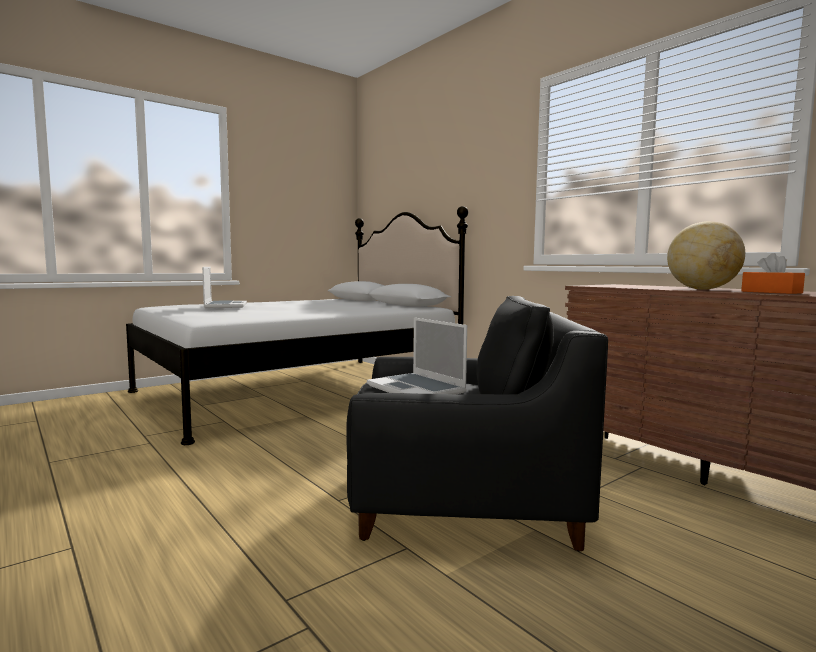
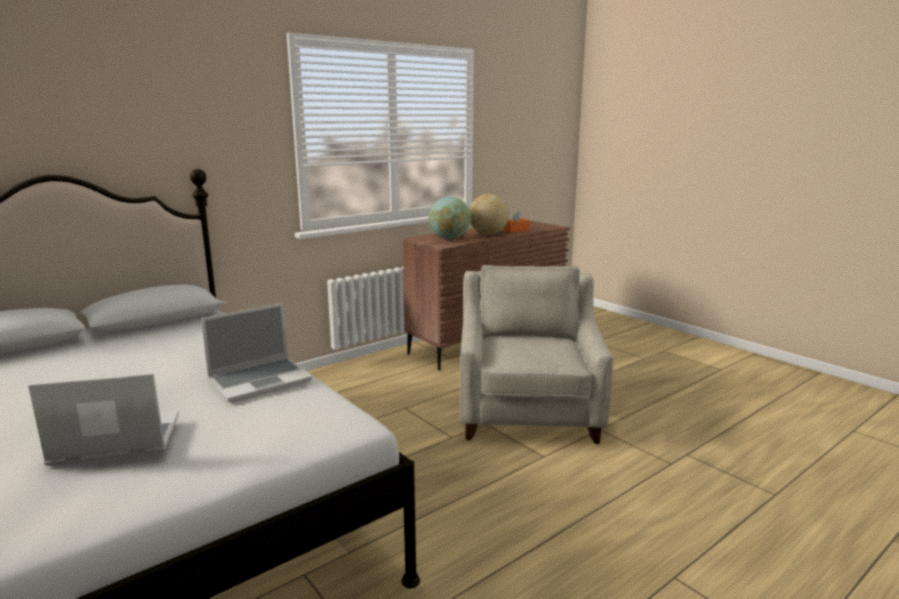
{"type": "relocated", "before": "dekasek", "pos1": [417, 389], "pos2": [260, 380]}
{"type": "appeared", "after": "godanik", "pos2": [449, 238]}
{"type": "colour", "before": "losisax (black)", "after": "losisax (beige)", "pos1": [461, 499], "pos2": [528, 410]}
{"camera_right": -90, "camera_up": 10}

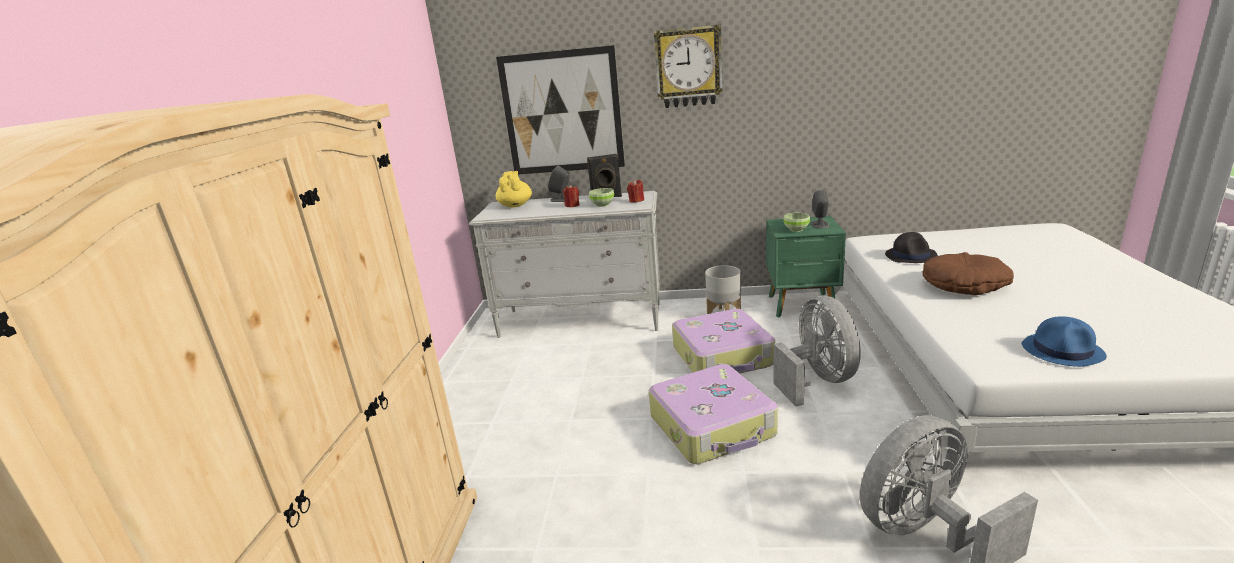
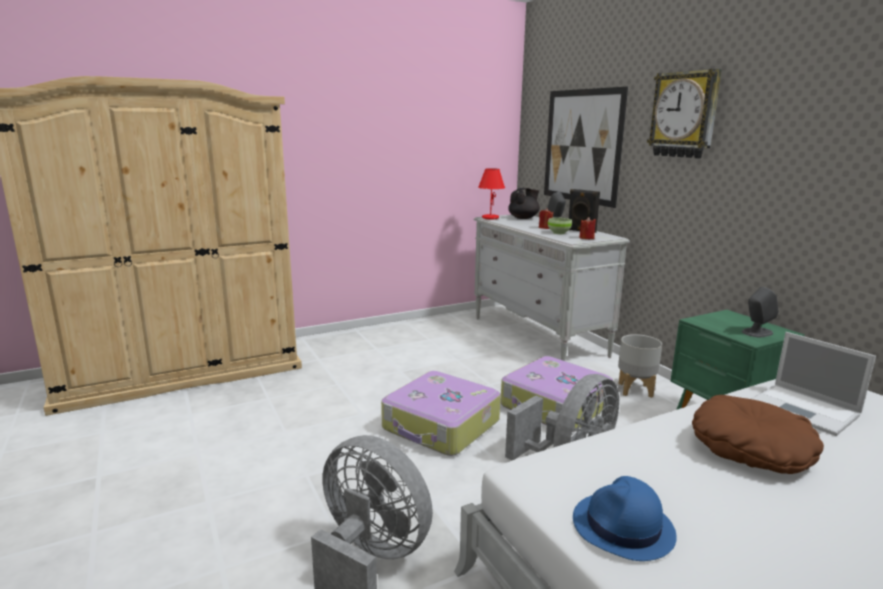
{"type": "appeared", "after": "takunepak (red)", "pos2": [490, 218]}
{"type": "colour", "before": "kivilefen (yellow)", "after": "kivilefen (black)", "pos1": [515, 205], "pos2": [523, 218]}
{"type": "exchanged", "before": "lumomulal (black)", "after": "dekasek", "pos1": [911, 256], "pos2": [805, 410]}
{"type": "missing", "before": "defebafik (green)", "pos1": [796, 230]}
{"camera_right": 55, "camera_up": -5}

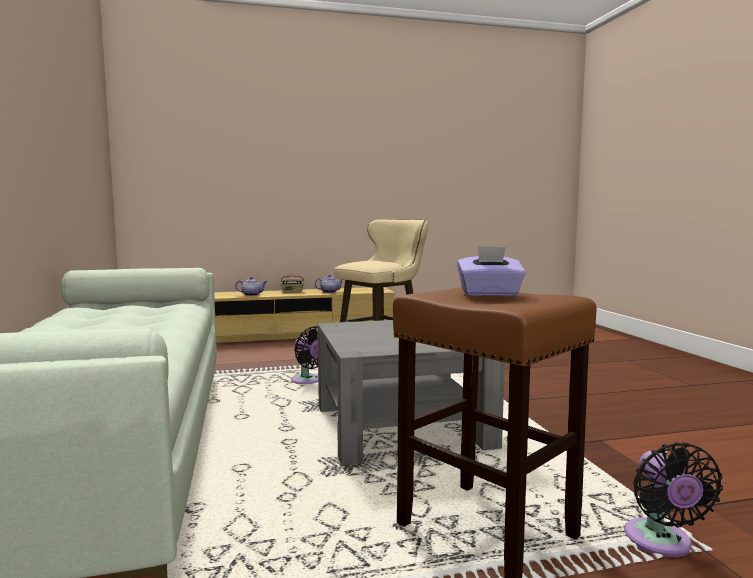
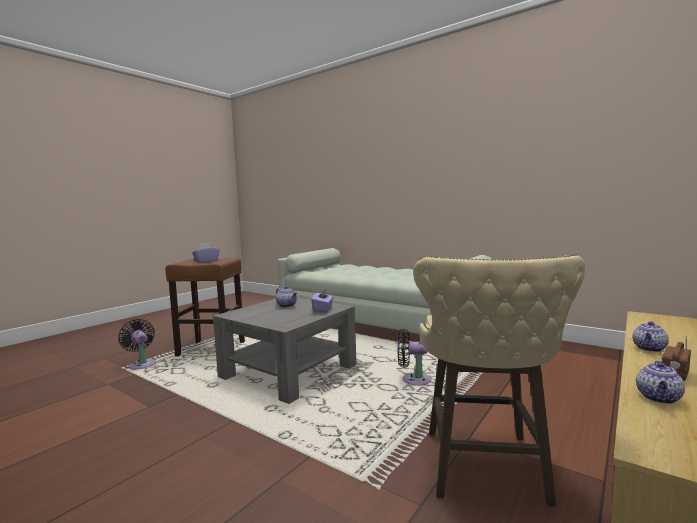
{"type": "appeared", "after": "kivilefen", "pos2": [287, 305]}
{"type": "appeared", "after": "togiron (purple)", "pos2": [323, 310]}
{"camera_right": 140, "camera_up": 0}

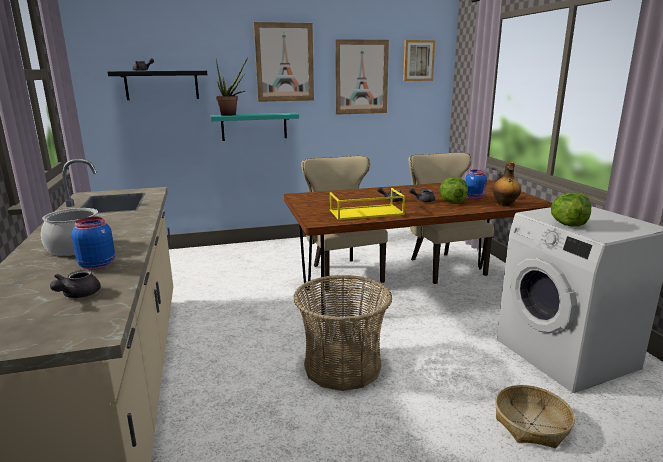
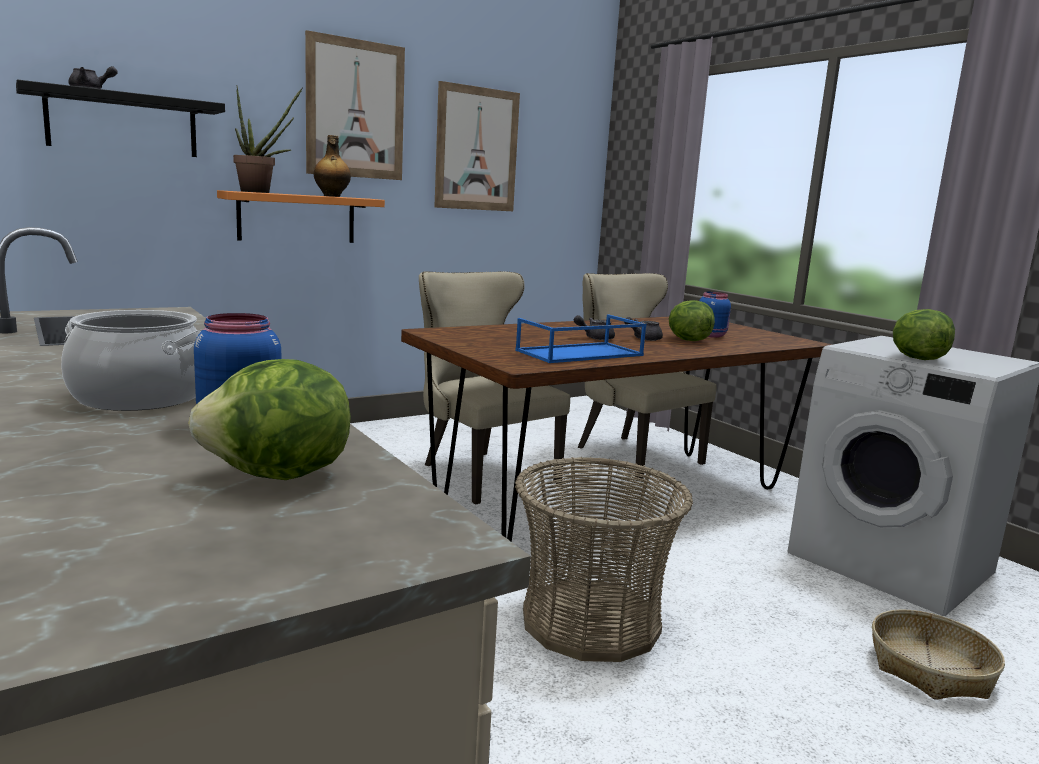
{"type": "exchanged", "before": "kivilefen (grey)", "after": "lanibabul", "pos1": [77, 295], "pos2": [279, 476]}
{"type": "colour", "before": "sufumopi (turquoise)", "after": "sufumopi (orange)", "pos1": [254, 126], "pos2": [297, 218]}
{"type": "relocated", "before": "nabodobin", "pos1": [504, 205], "pos2": [331, 196]}
{"type": "colour", "before": "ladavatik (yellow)", "after": "ladavatik (blue)", "pos1": [365, 212], "pos2": [579, 353]}
{"type": "missing", "before": "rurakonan", "pos1": [418, 60]}
{"camera_right": -20, "camera_up": -5}

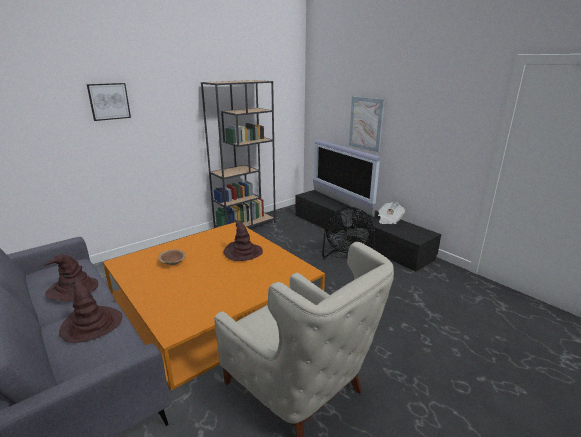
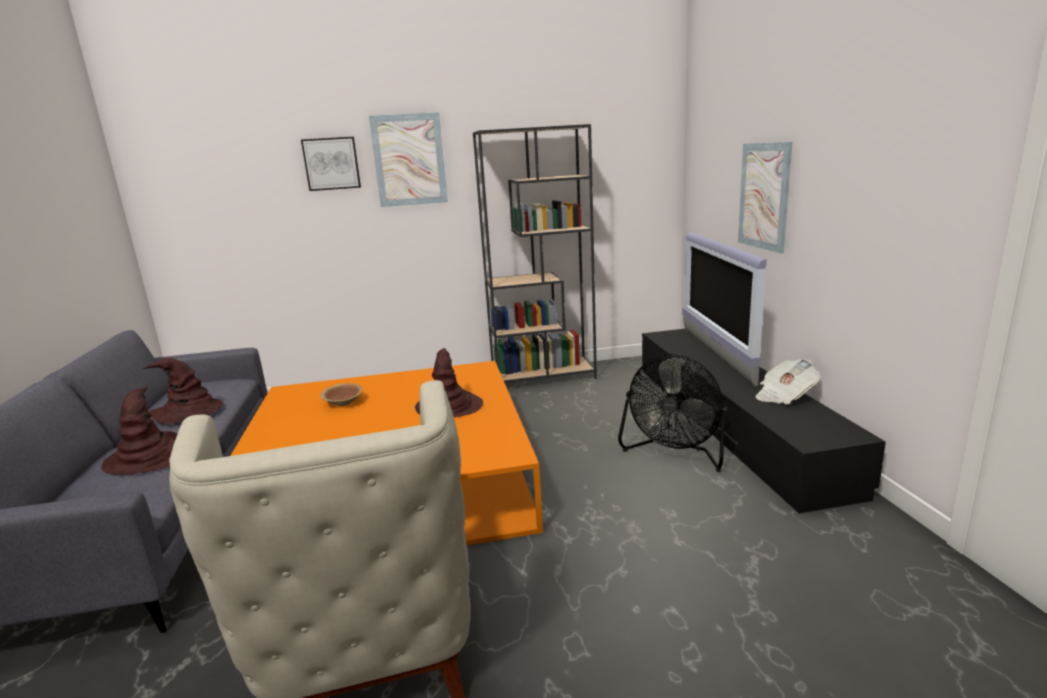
{"type": "appeared", "after": "rurakonan", "pos2": [409, 160]}
{"camera_right": 30, "camera_up": -5}

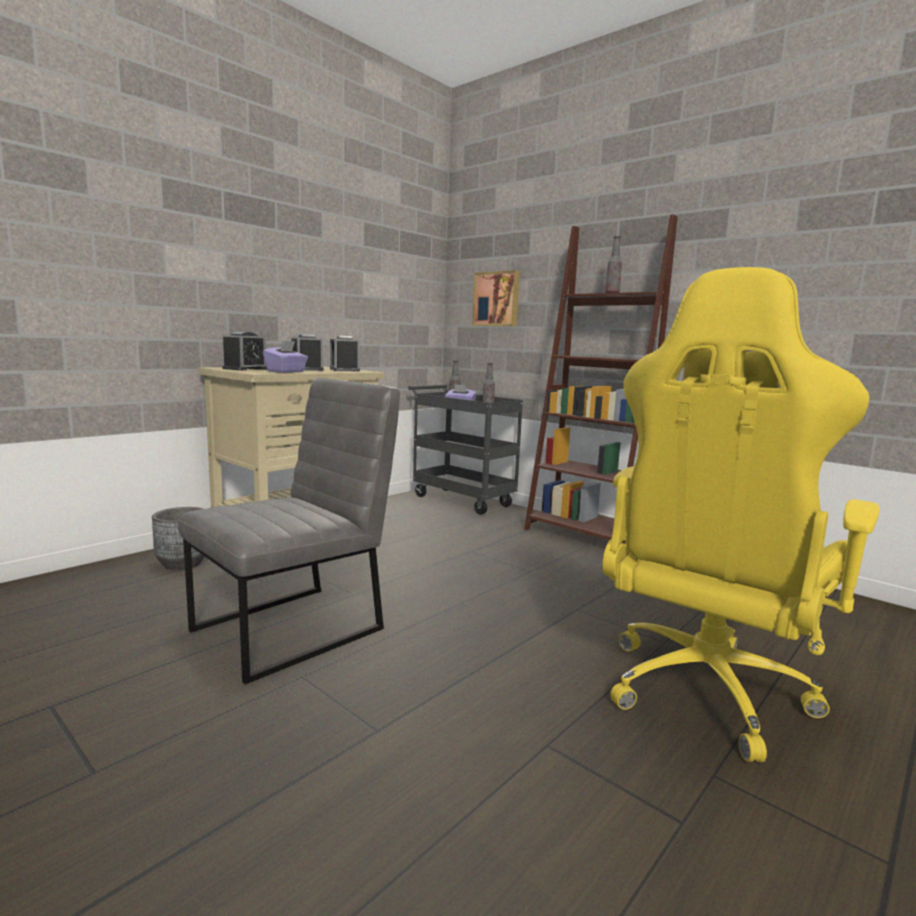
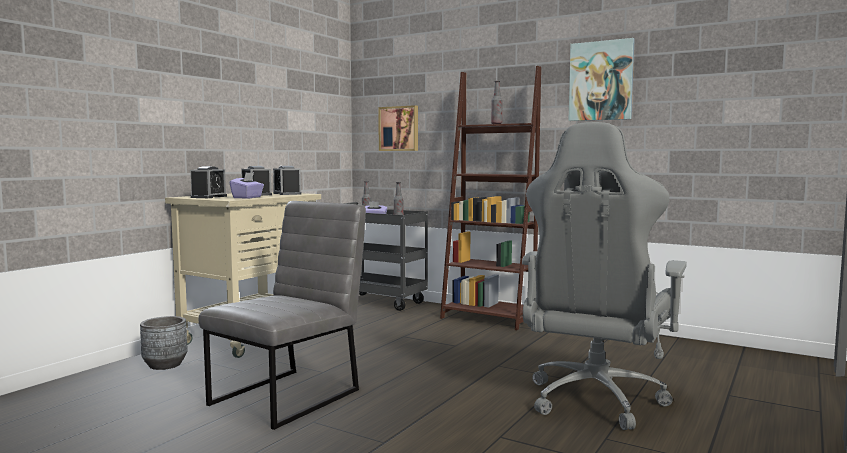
{"type": "colour", "before": "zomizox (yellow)", "after": "zomizox (grey)", "pos1": [707, 685], "pos2": [596, 397]}
{"type": "appeared", "after": "rurakonan", "pos2": [601, 81]}
{"camera_right": -10, "camera_up": -5}

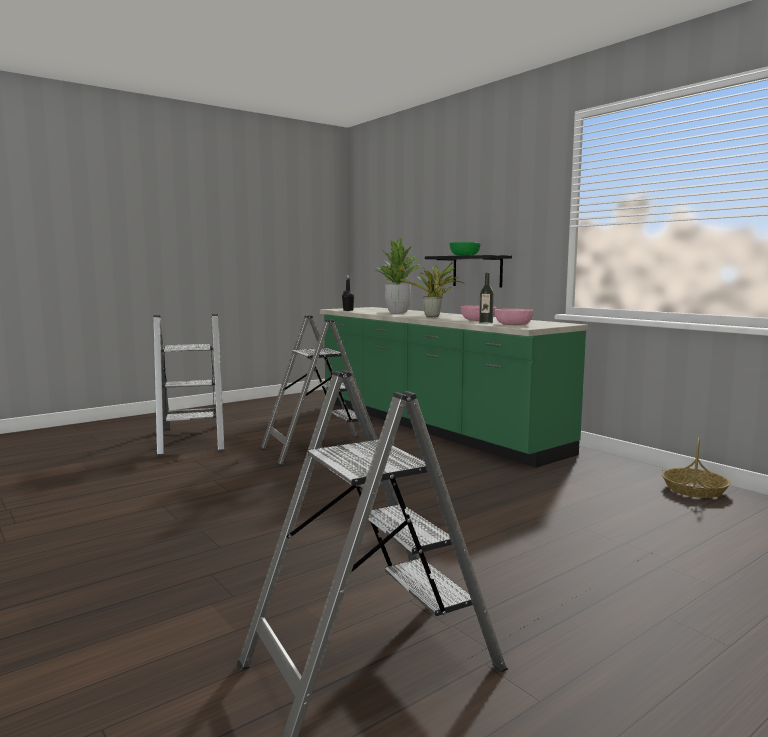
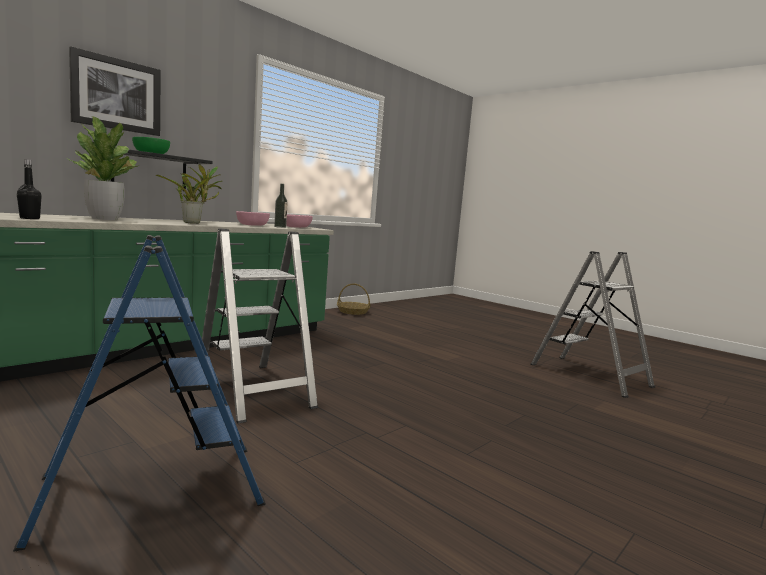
{"type": "colour", "before": "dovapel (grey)", "after": "dovapel (blue)", "pos1": [192, 438], "pos2": [149, 489]}
{"type": "appeared", "after": "rurakonan", "pos2": [117, 94]}
{"camera_right": -100, "camera_up": 0}

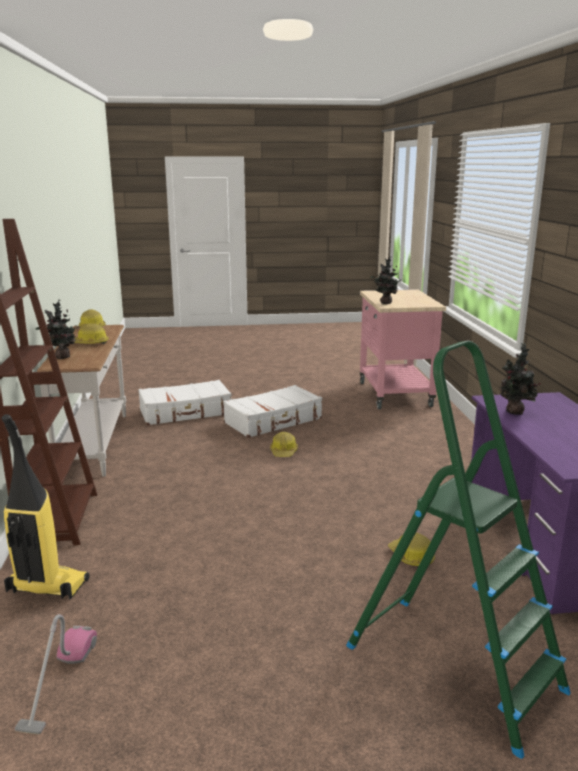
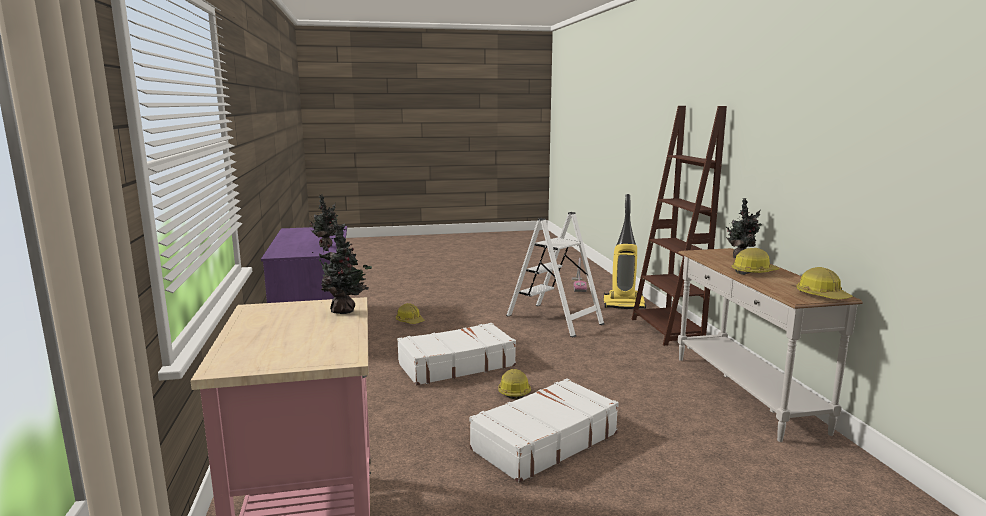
{"type": "relocated", "before": "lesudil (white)", "pos1": [186, 412], "pos2": [456, 365]}
{"type": "appeared", "after": "dovapel (white)", "pos2": [555, 320]}
{"type": "missing", "before": "dovapel (green)", "pos1": [454, 669]}
{"camera_right": 175, "camera_up": -5}

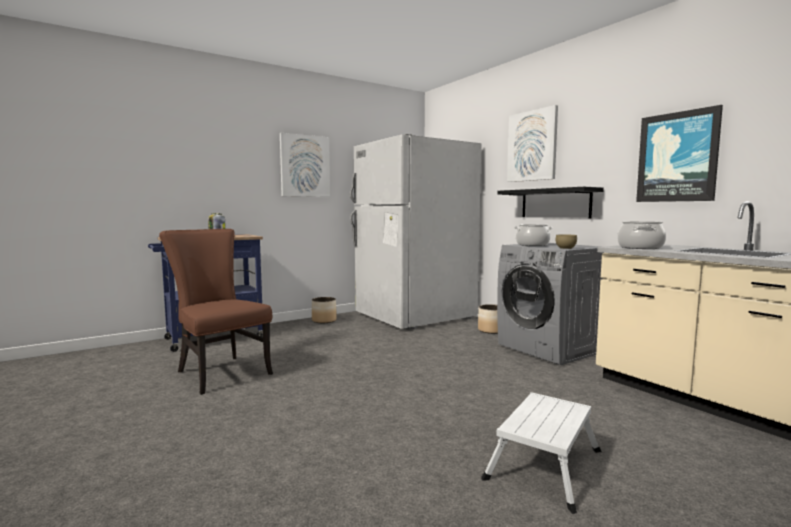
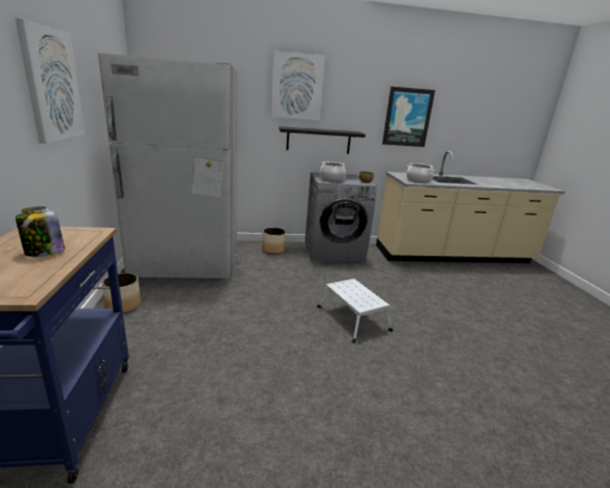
{"type": "relocated", "before": "dovapel (white)", "pos1": [544, 465], "pos2": [353, 318]}
{"type": "missing", "before": "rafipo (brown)", "pos1": [220, 371]}
{"camera_right": -65, "camera_up": 15}

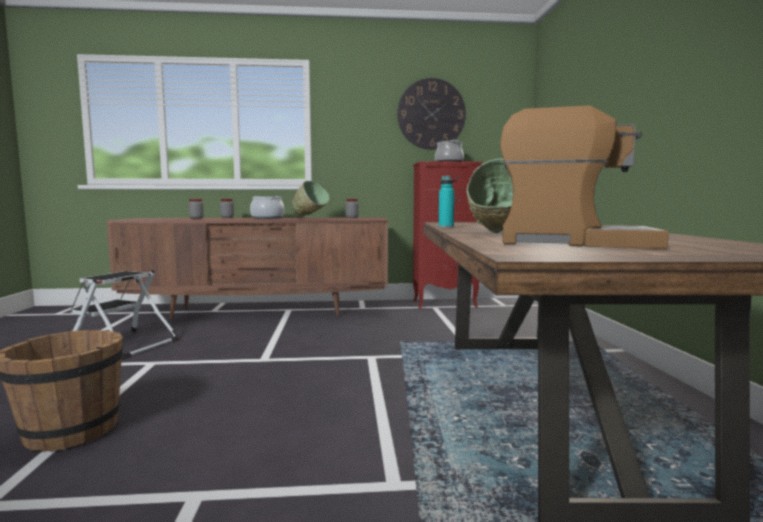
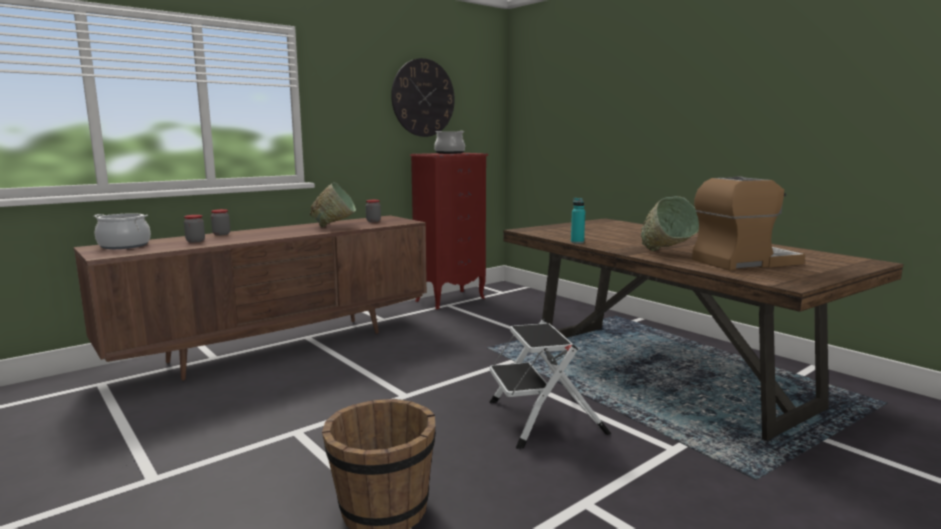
{"type": "relocated", "before": "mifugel", "pos1": [267, 218], "pos2": [124, 246]}
{"type": "relocated", "before": "dovapel", "pos1": [124, 344], "pos2": [545, 419]}
{"camera_right": -35, "camera_up": 5}

